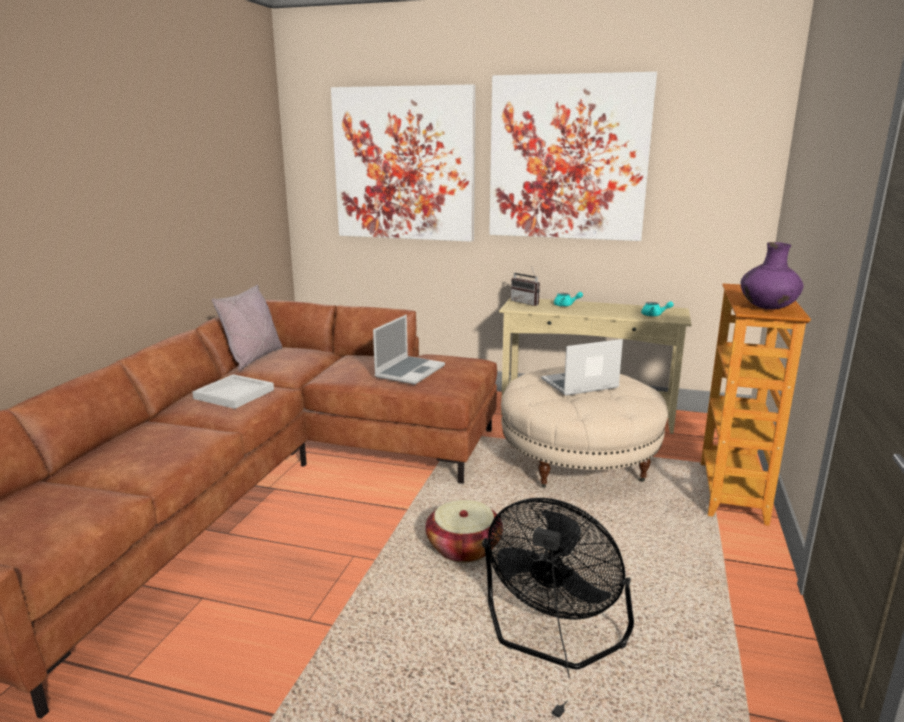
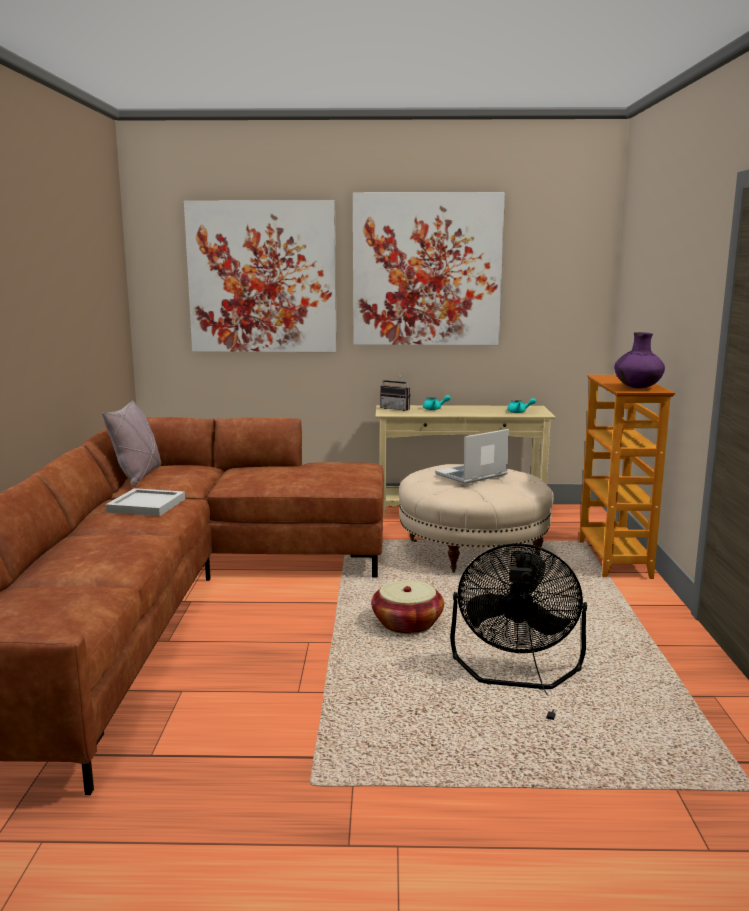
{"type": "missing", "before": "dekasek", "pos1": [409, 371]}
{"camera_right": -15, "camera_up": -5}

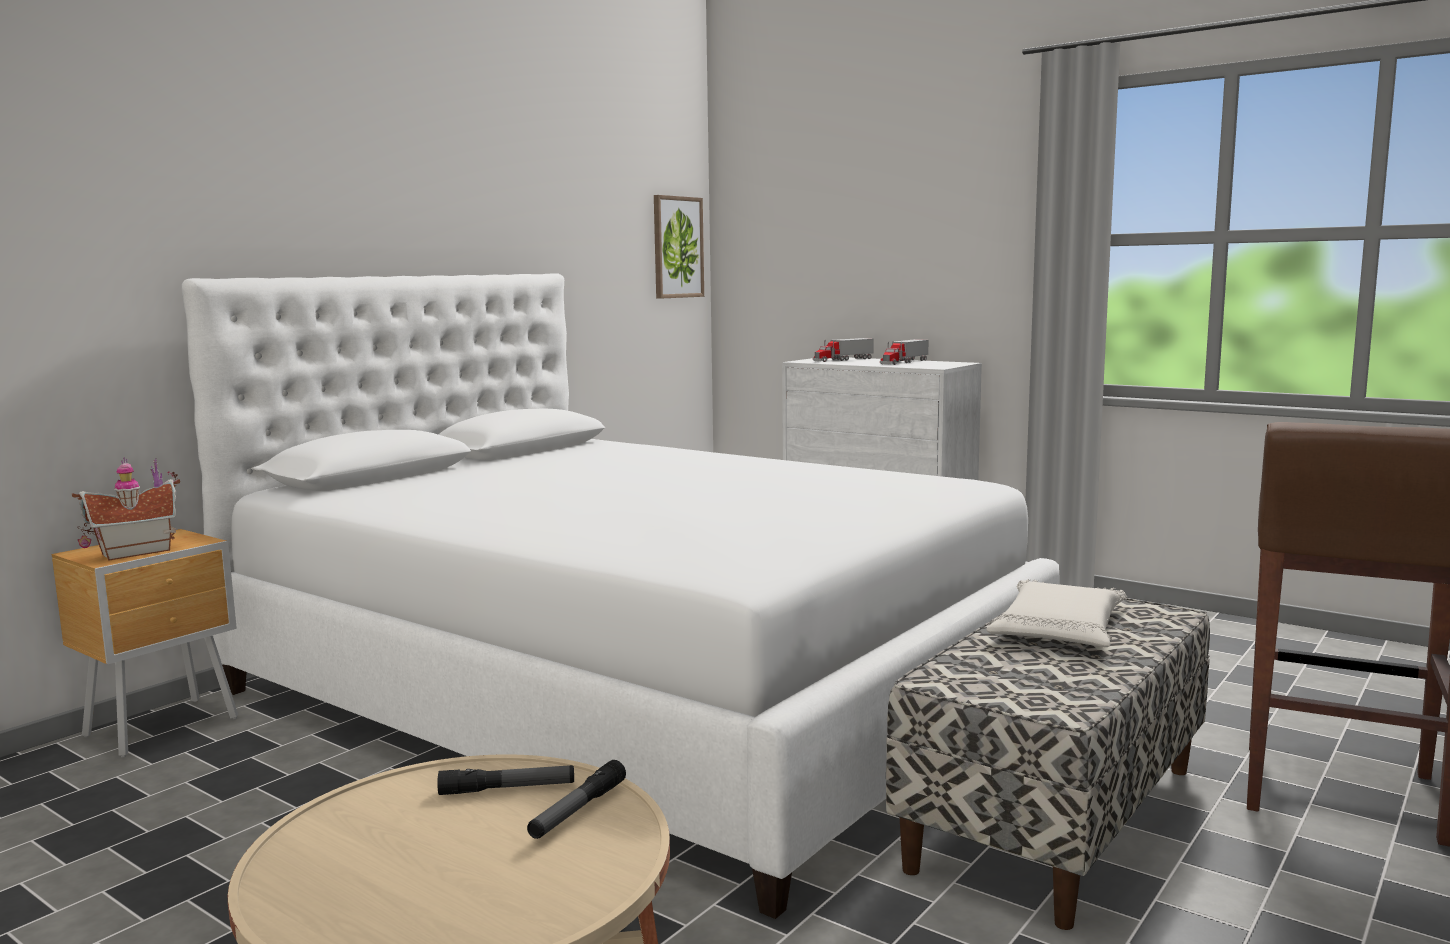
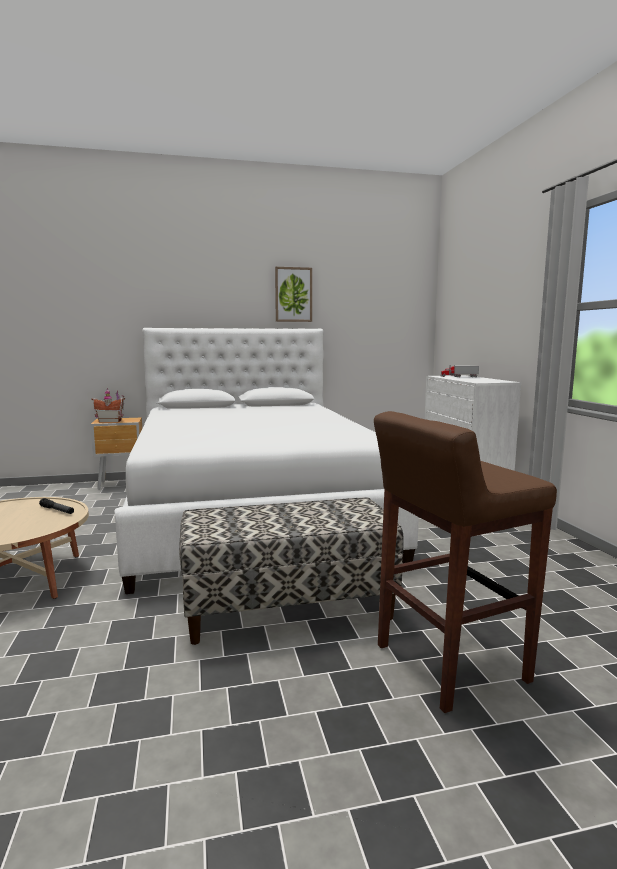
{"type": "relocated", "before": "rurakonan", "pos1": [677, 247], "pos2": [293, 294]}
{"type": "missing", "before": "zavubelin", "pos1": [577, 810]}
{"type": "missing", "before": "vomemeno", "pos1": [903, 362]}
{"type": "missing", "before": "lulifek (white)", "pos1": [1059, 626]}
{"camera_right": 40, "camera_up": 0}

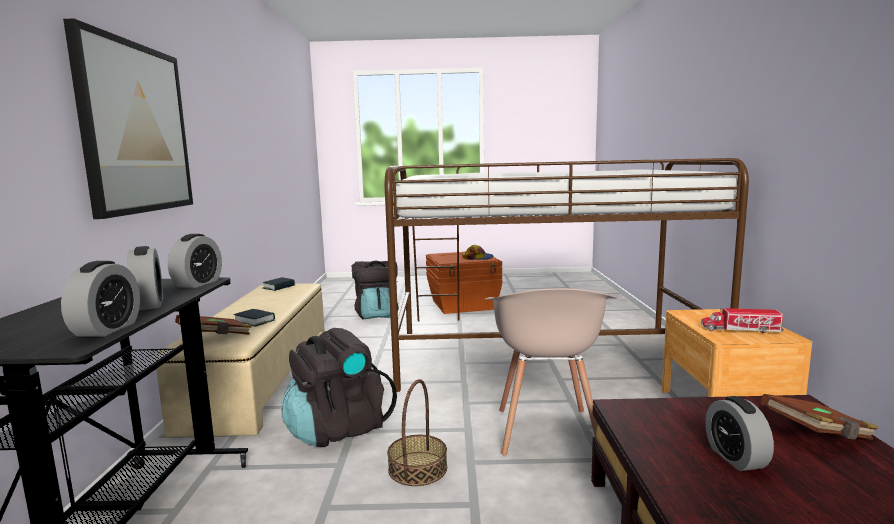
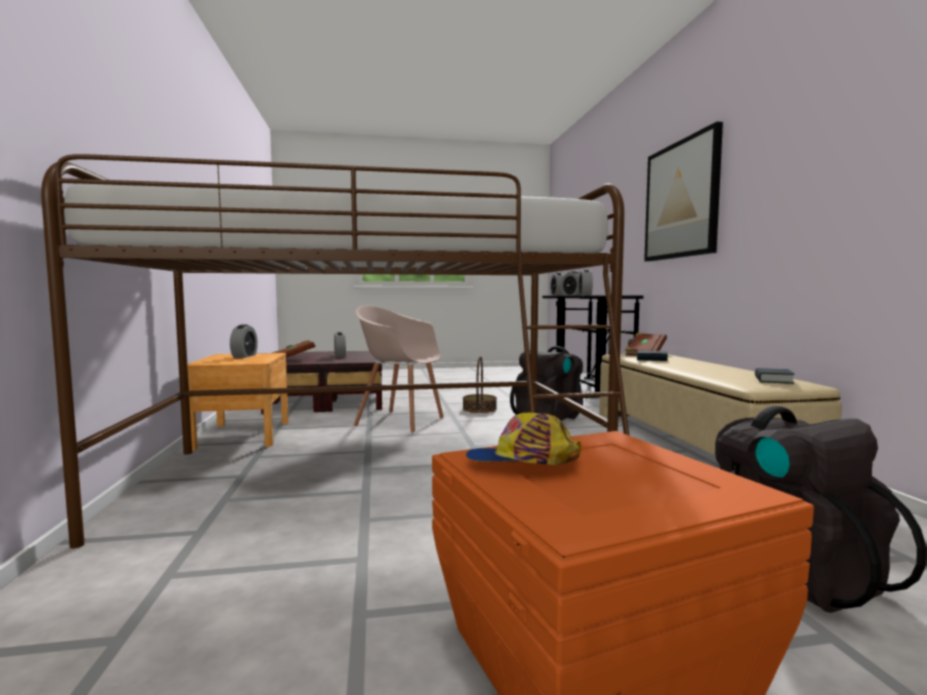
{"type": "exchanged", "before": "vomemeno", "after": "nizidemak", "pos1": [740, 329], "pos2": [244, 356]}
{"type": "spun", "before": "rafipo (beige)", "pos1": [546, 432], "pos2": [399, 421], "turn": -60}
{"camera_right": 170, "camera_up": -5}

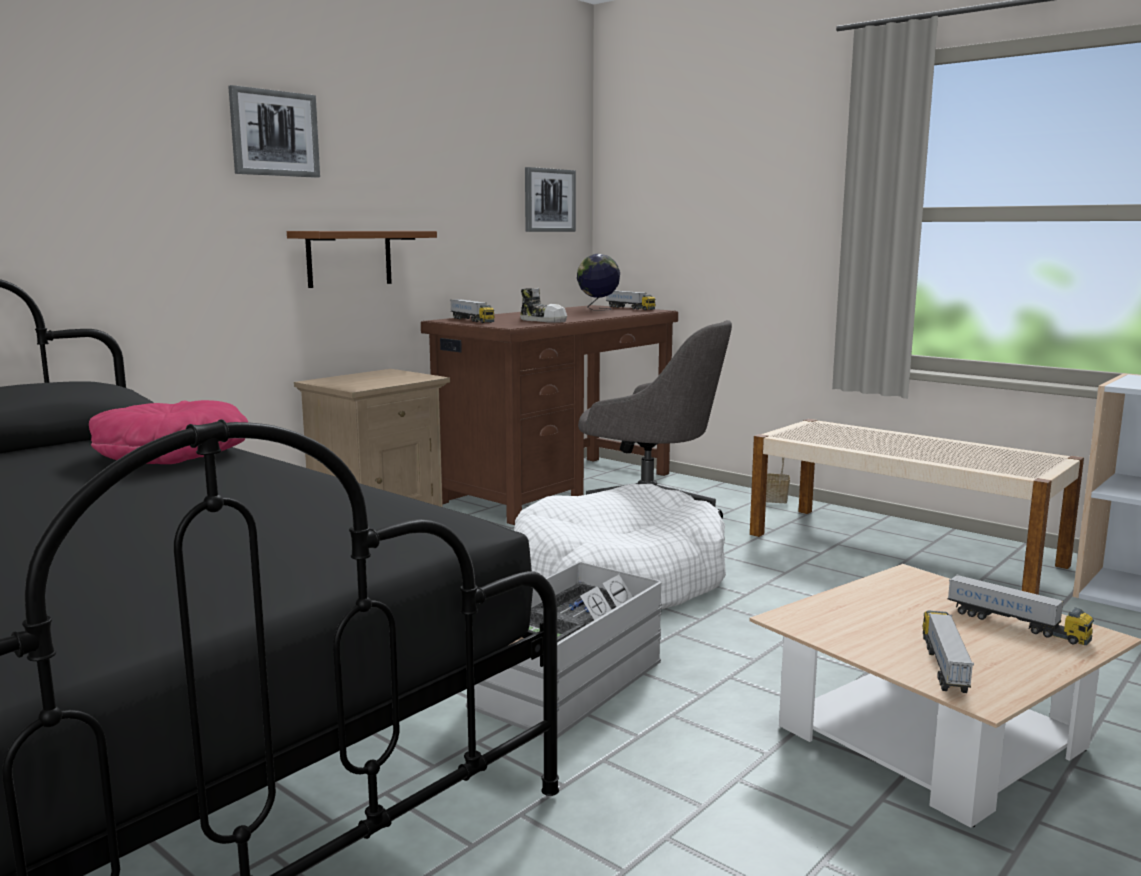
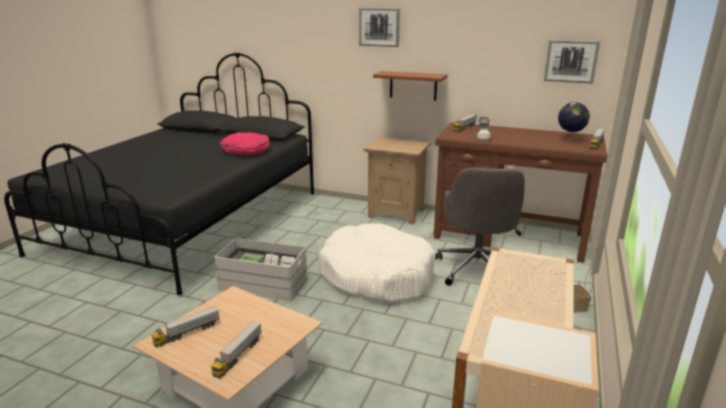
{"type": "spun", "before": "vomemeno", "pos1": [943, 665], "pos2": [187, 333], "turn": 150}
{"camera_right": 70, "camera_up": 10}

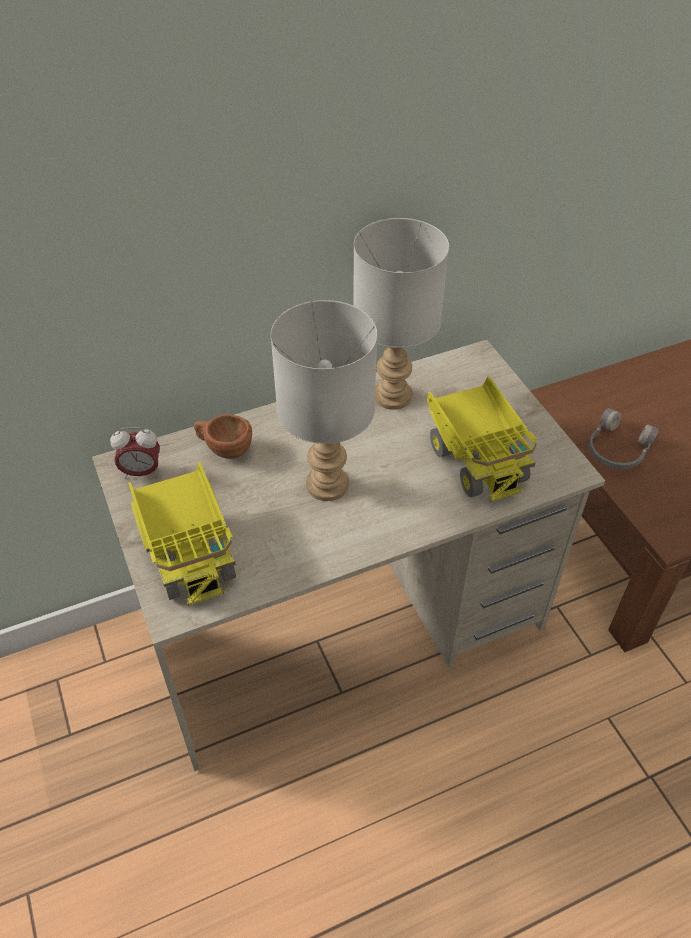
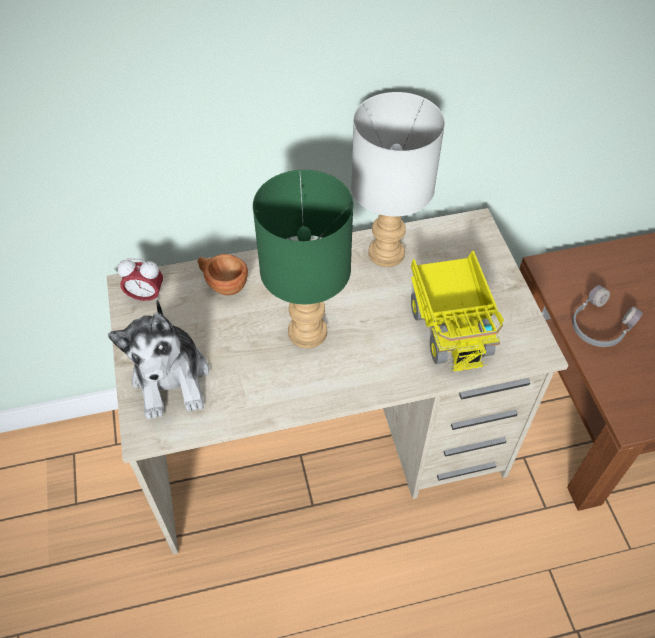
{"type": "exchanged", "before": "vomemeno", "after": "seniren", "pos1": [189, 551], "pos2": [171, 378]}
{"type": "colour", "before": "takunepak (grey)", "after": "takunepak (green)", "pos1": [328, 483], "pos2": [308, 331]}
{"camera_right": 10, "camera_up": 5}

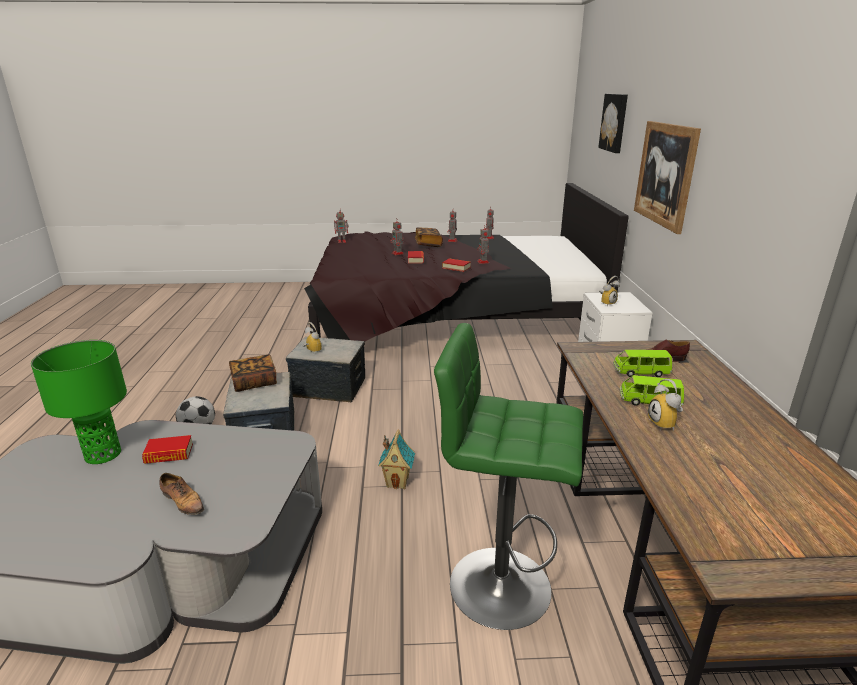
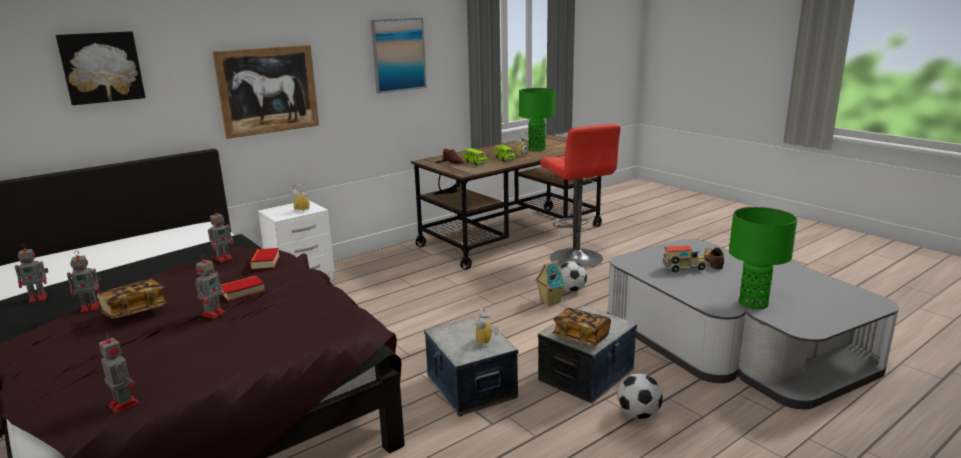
{"type": "appeared", "after": "rurakonan", "pos2": [398, 55]}
{"type": "appeared", "after": "takunepak (green)", "pos2": [536, 149]}
{"type": "colour", "before": "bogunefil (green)", "after": "bogunefil (red)", "pos1": [499, 585], "pos2": [575, 259]}
{"type": "appeared", "after": "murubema", "pos2": [571, 290]}
{"type": "appeared", "after": "vomemeno", "pos2": [684, 269]}
{"type": "missing", "before": "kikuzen", "pos1": [169, 454]}
{"camera_right": -125, "camera_up": -5}

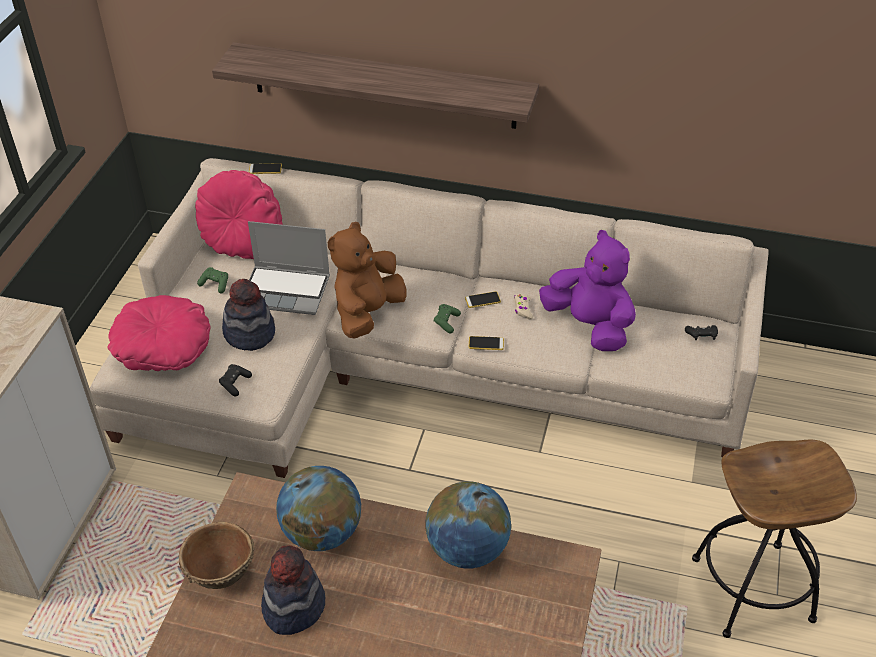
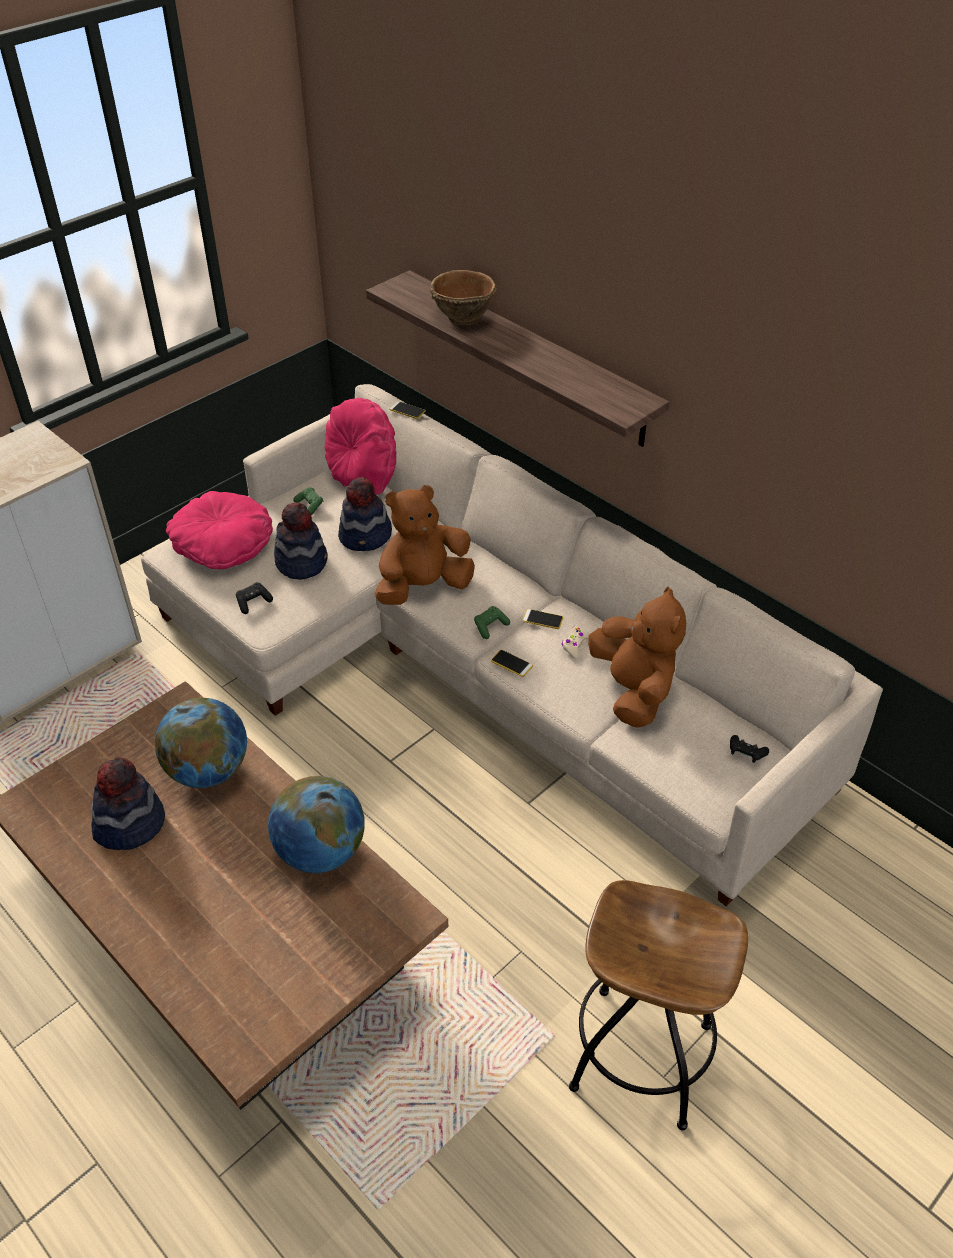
{"type": "exchanged", "before": "dekasek", "after": "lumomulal", "pos1": [287, 291], "pos2": [366, 536]}
{"type": "relocated", "before": "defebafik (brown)", "pos1": [221, 574], "pos2": [463, 317]}
{"type": "colour", "before": "seniren (purple)", "after": "seniren (brown)", "pos1": [589, 325], "pos2": [633, 691]}
{"camera_right": 30, "camera_up": 0}

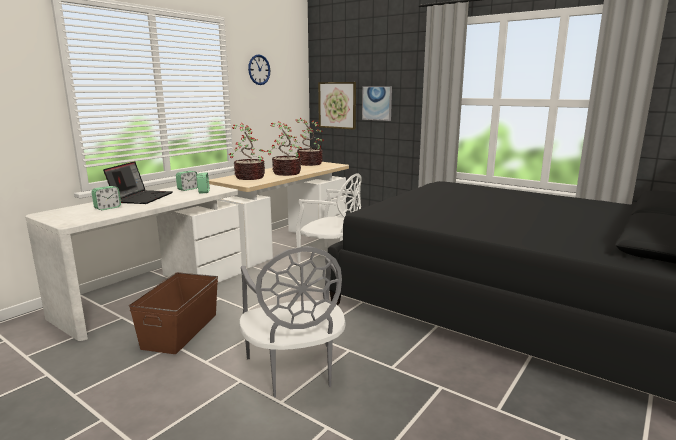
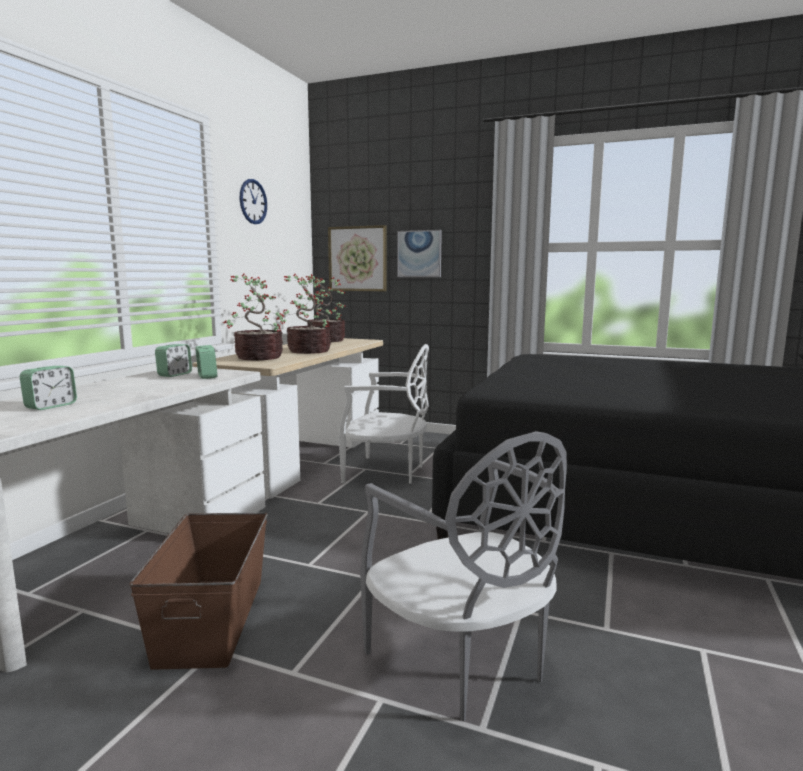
{"type": "missing", "before": "dekasek", "pos1": [141, 197]}
{"camera_right": -15, "camera_up": -5}

